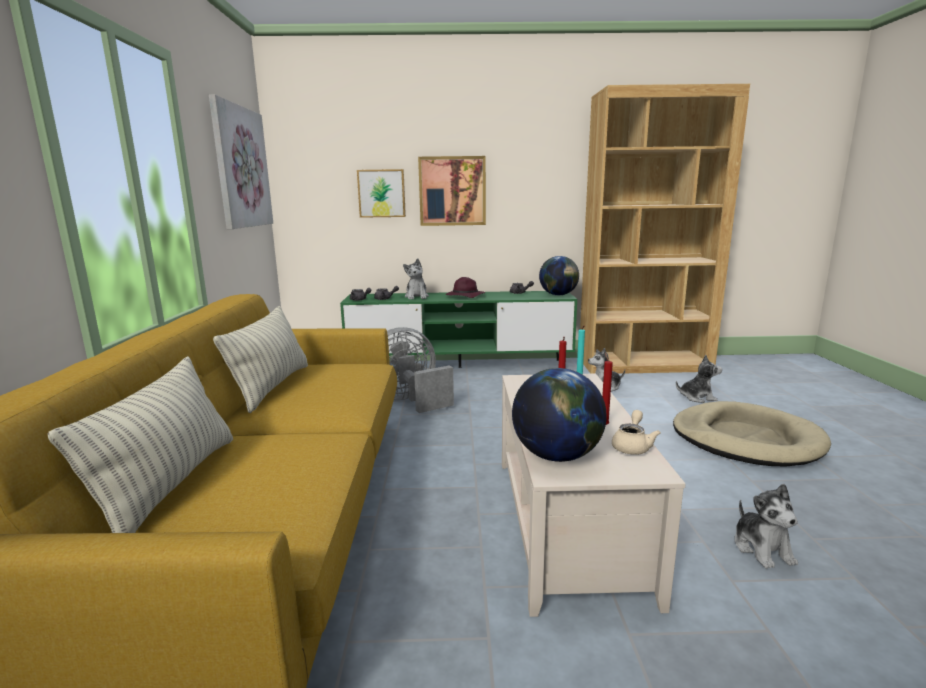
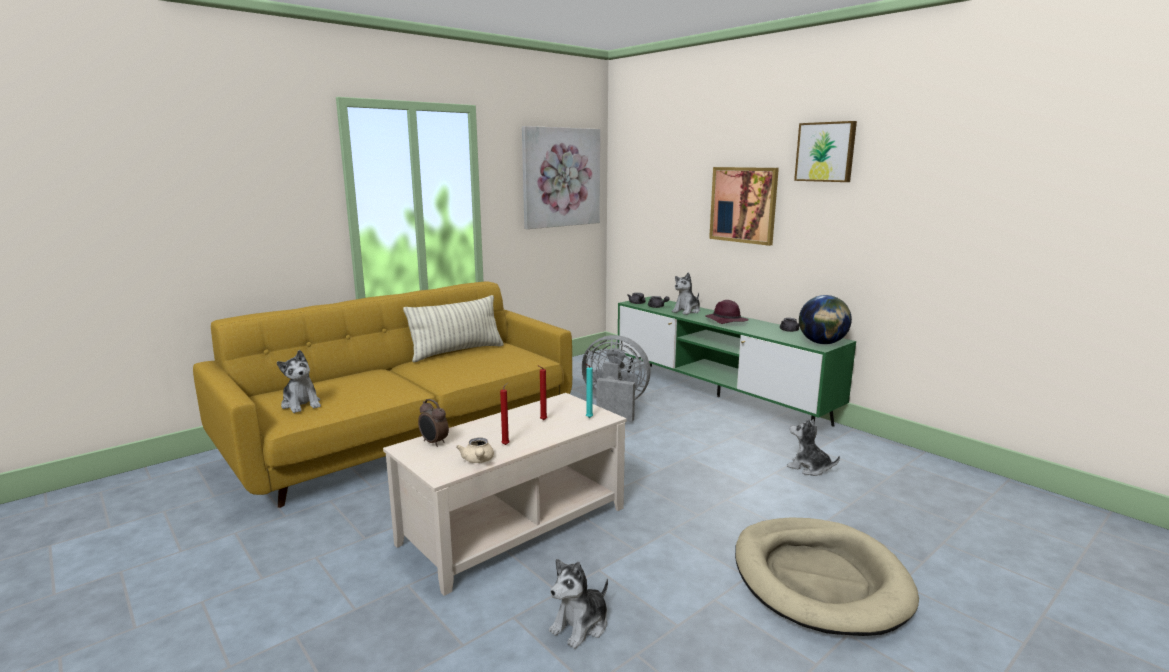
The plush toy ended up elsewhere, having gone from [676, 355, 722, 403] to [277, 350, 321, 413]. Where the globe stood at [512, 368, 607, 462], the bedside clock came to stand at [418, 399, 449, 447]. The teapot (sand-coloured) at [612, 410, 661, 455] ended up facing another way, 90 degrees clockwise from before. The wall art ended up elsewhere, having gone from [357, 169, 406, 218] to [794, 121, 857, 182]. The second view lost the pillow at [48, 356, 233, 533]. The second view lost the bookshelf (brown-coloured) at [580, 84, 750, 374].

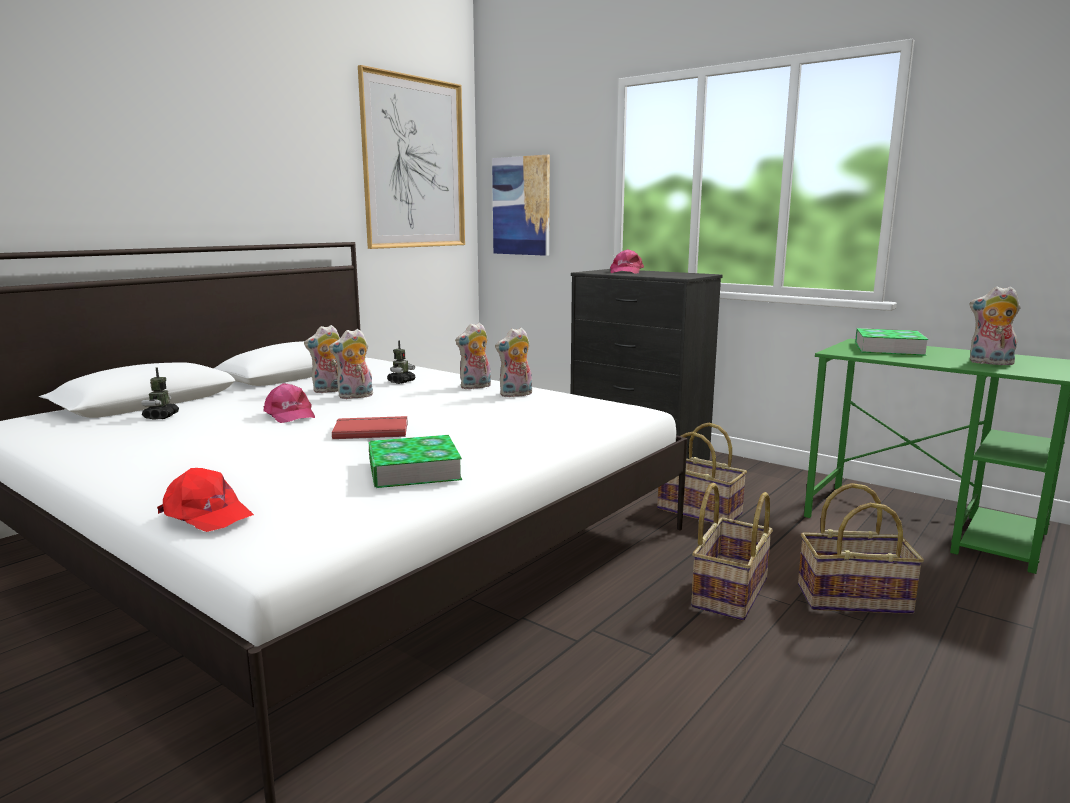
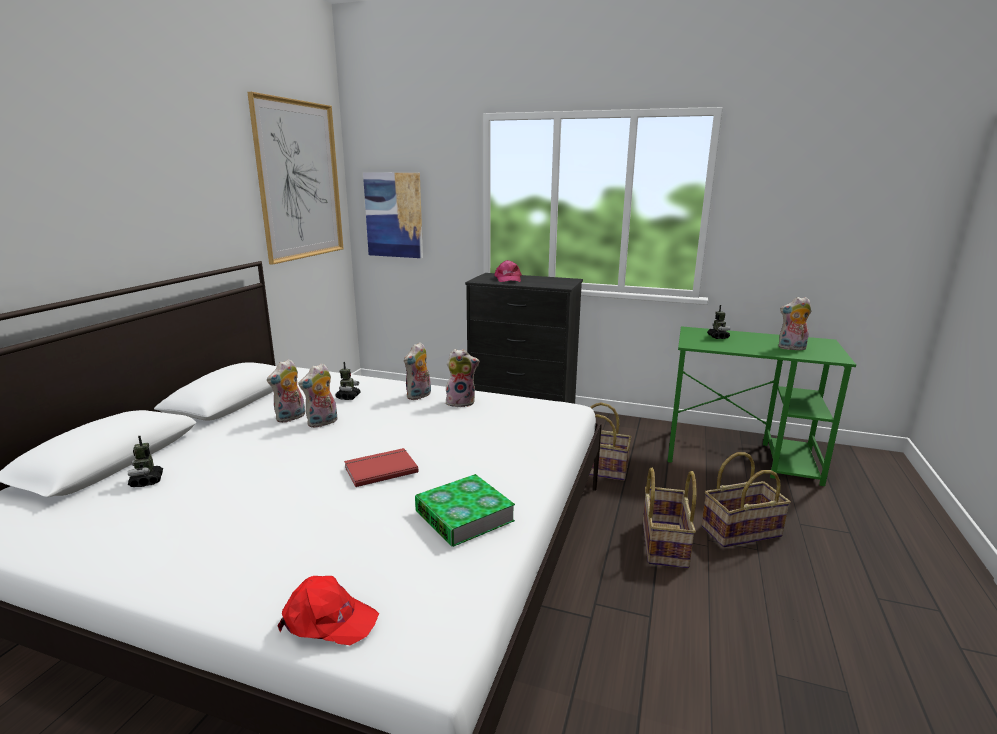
The plush toy at [495, 328, 532, 397] ended up facing another way, 135 degrees counterclockwise from before. Where the bound book stood at [855, 328, 929, 356], the model robot came to stand at [707, 305, 730, 339]. The second view lost the baseball cap (pink) at [263, 383, 315, 423].

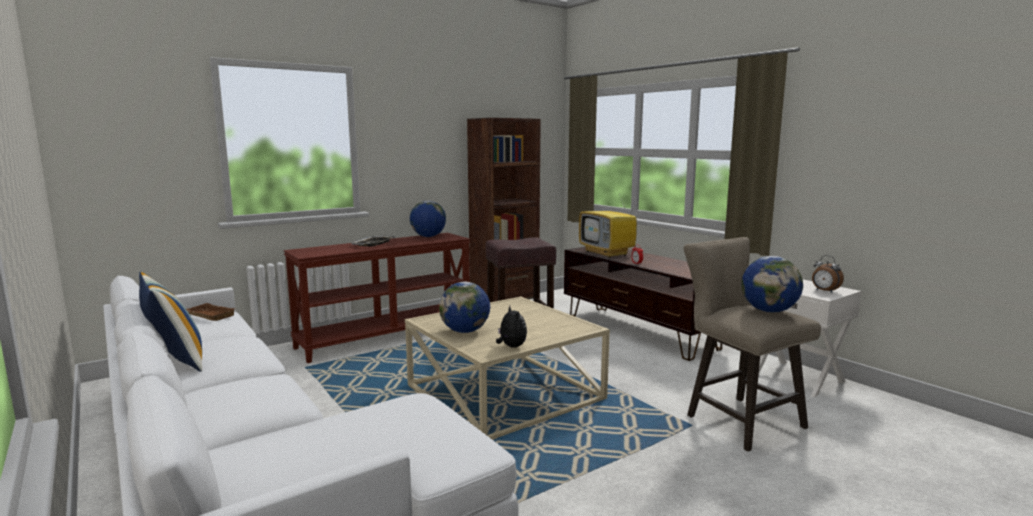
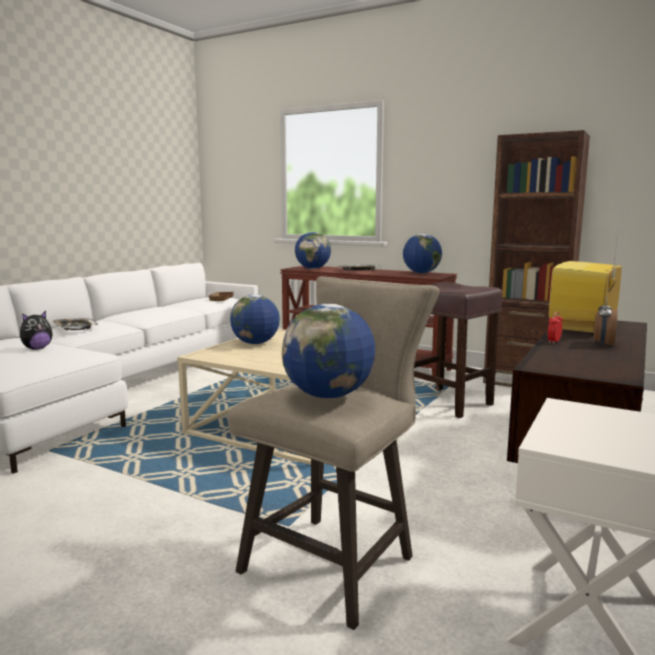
The plush toy ended up elsewhere, having gone from [496, 306, 527, 348] to [20, 311, 53, 349]. The second view gained the serving tray at [52, 318, 98, 330]. The second view gained the globe at [295, 232, 331, 269]. The bedside clock ended up elsewhere, having gone from [812, 255, 844, 292] to [593, 297, 618, 346]. The second view lost the pillow at [139, 272, 202, 372].

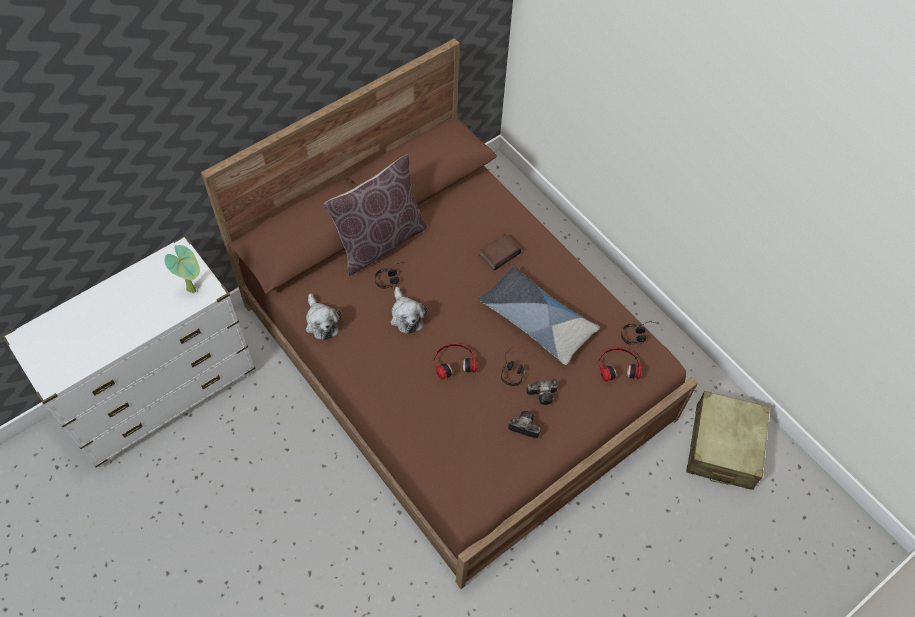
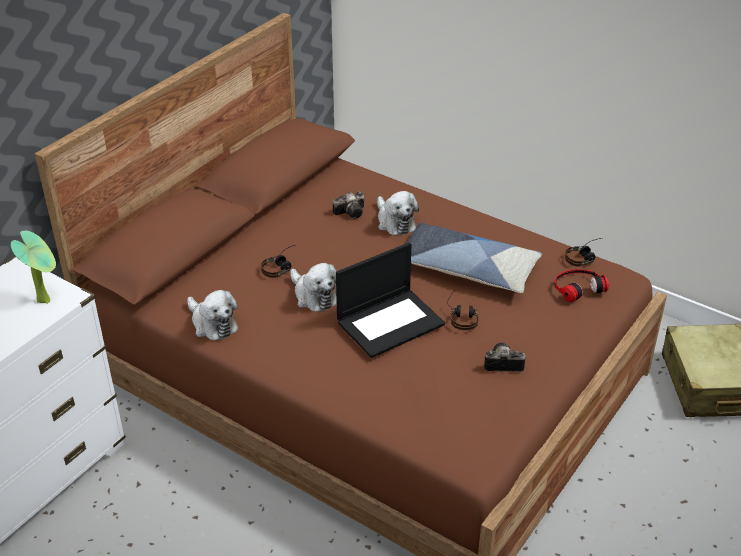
The photo camera ended up elsewhere, having gone from [526, 380, 558, 405] to [333, 191, 365, 218]. Where the headset stood at [434, 344, 477, 380], the notebook computer came to stand at [336, 242, 445, 358]. Where the bound book stood at [479, 233, 521, 271], the plush toy came to stand at [377, 191, 419, 236]. The second view lost the pillow (brown-coloured) at [324, 155, 428, 276].

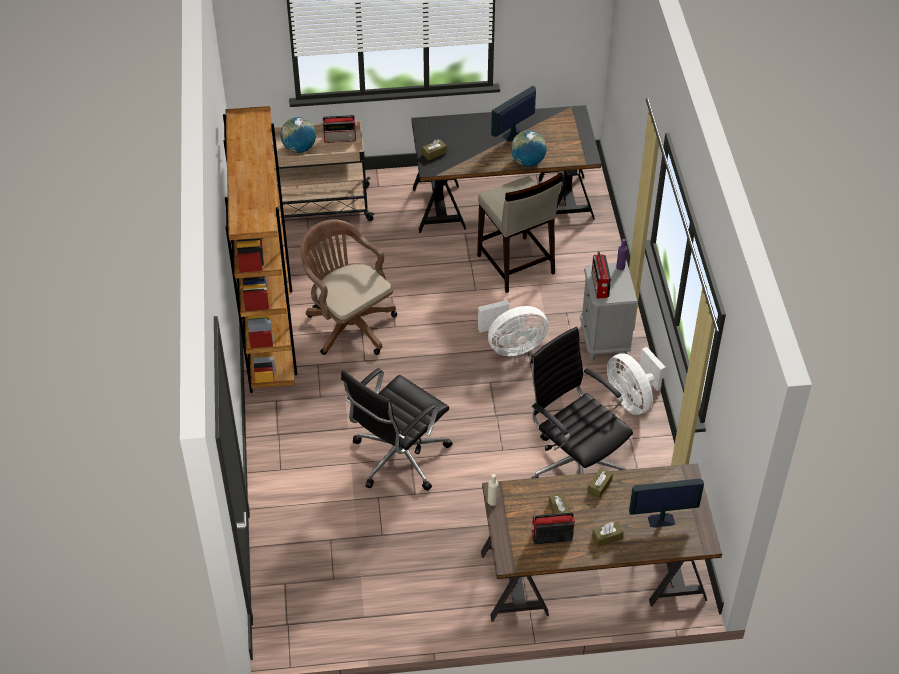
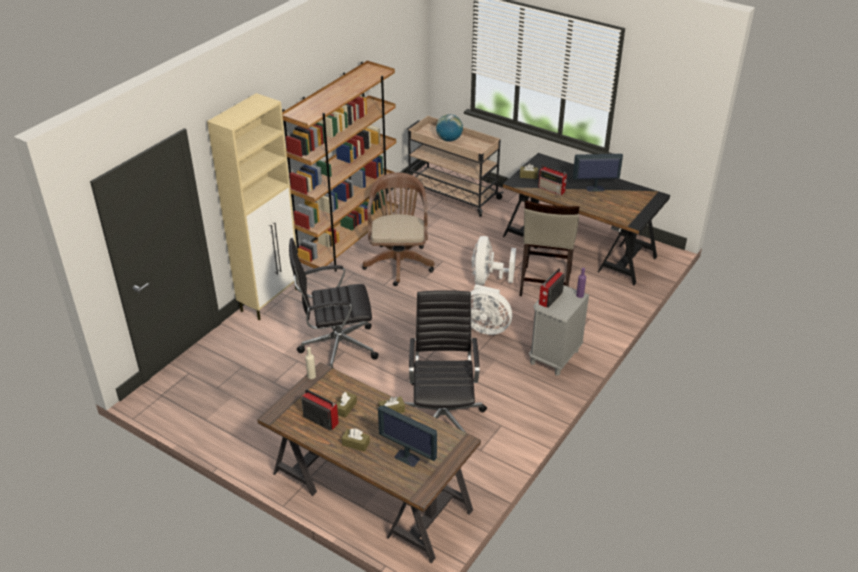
The second view gained the storage cabinet (sand-coloured) at [207, 93, 298, 320]. The cooling fan (white) ended up elsewhere, having gone from [607, 347, 666, 415] to [472, 236, 516, 285]. The radio ended up elsewhere, having gone from [323, 115, 357, 143] to [539, 164, 567, 195]. The second view lost the globe at [511, 130, 547, 167].

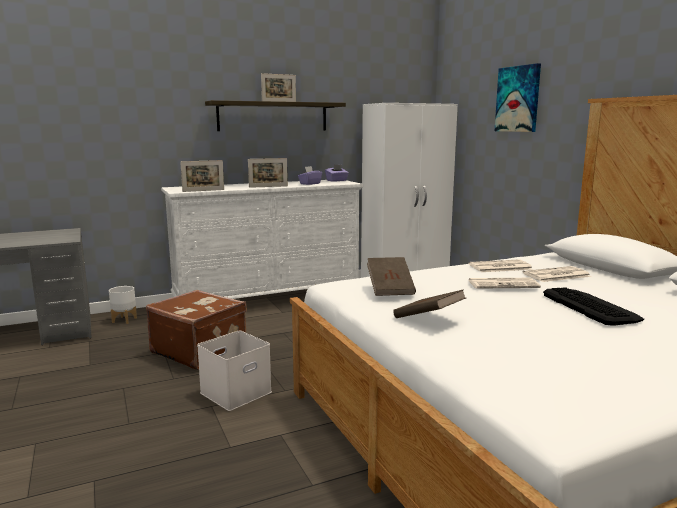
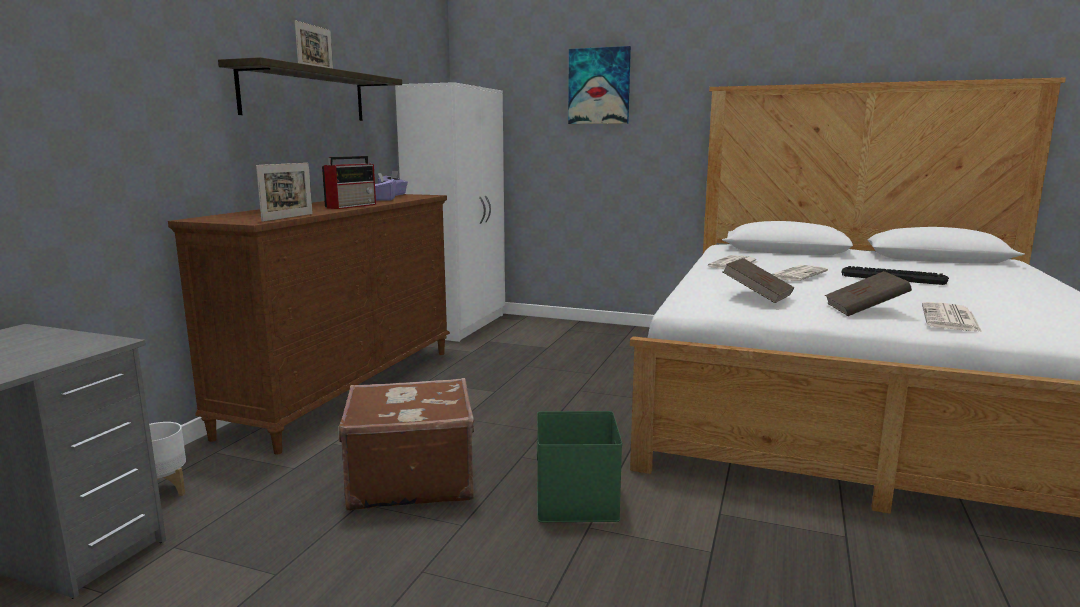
What was the dresser (white) at [161, 180, 363, 299] turned into the dresser (brown-coloured) at [168, 194, 450, 455]. Where the picture frame stood at [248, 158, 288, 188], the radio came to stand at [322, 156, 376, 209]. What was the storage bin (white) at [197, 330, 272, 411] turned into the storage bin (green-coloured) at [537, 411, 622, 522]. The printed paper ended up elsewhere, having gone from [523, 266, 591, 282] to [922, 302, 982, 332].

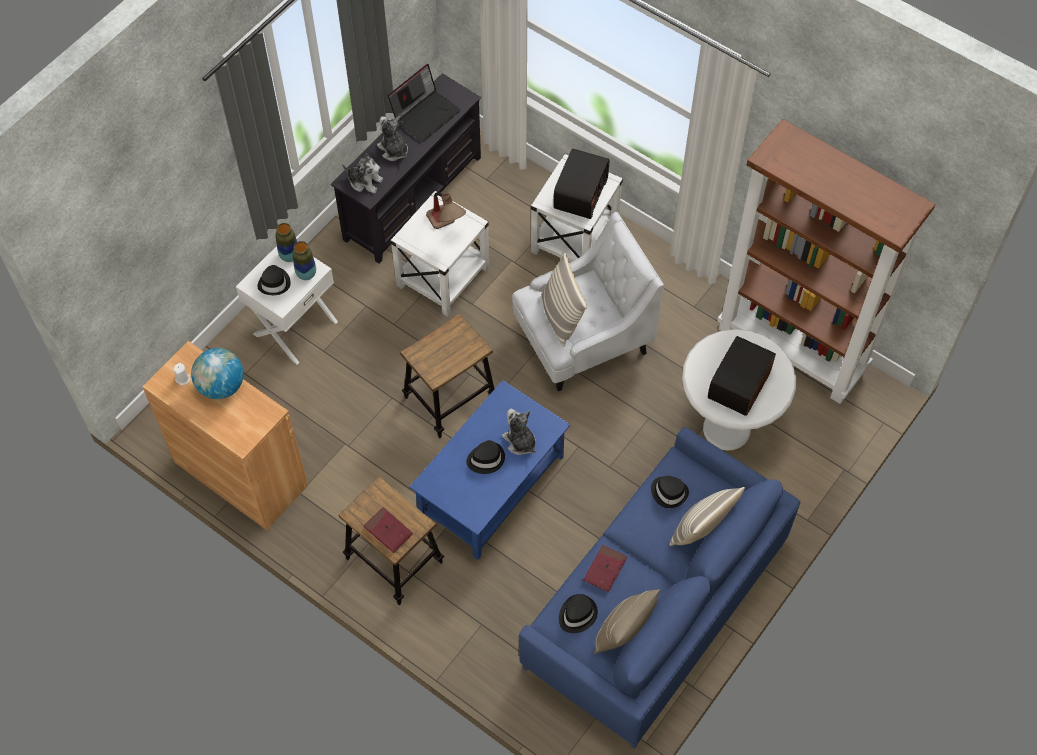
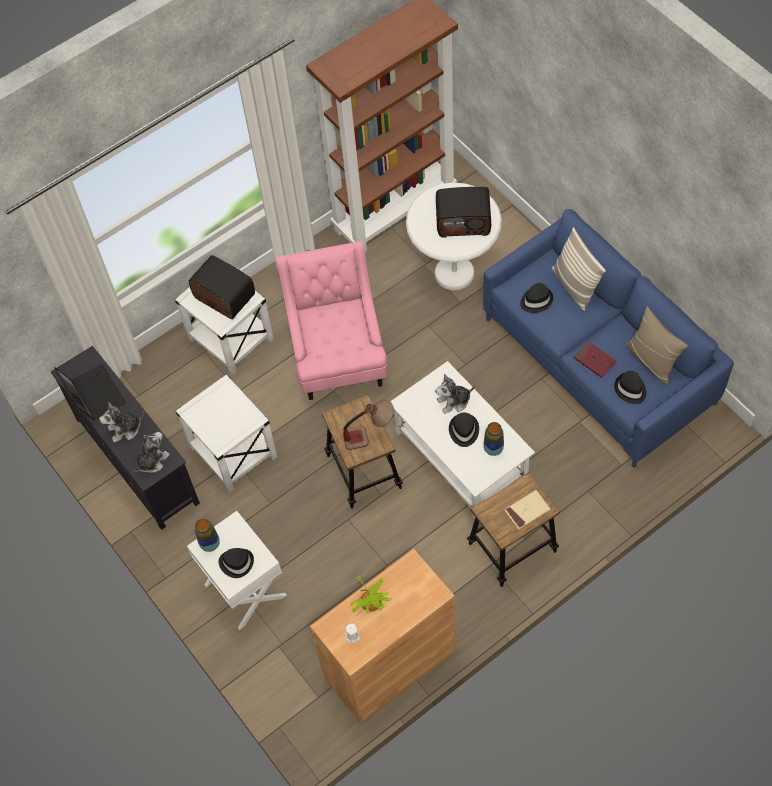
What was the easy chair (white) at [512, 212, 664, 391] turned into the easy chair (pink) at [276, 241, 387, 400]. The table lamp ended up elsewhere, having gone from [426, 192, 466, 229] to [343, 399, 394, 450]. Where the globe stood at [191, 348, 244, 399], the potted plant came to stand at [350, 571, 391, 614]. What was the lounge table (bluish) at [409, 380, 570, 560] turned into the lounge table (white) at [390, 361, 535, 519]. The radio at [708, 336, 776, 416] ended up facing another way, 45 degrees counterclockwise from before. The decorative vase ended up elsewhere, having gone from [292, 241, 316, 280] to [484, 422, 504, 456]. What was the bound book (reddish) at [364, 507, 413, 553] turned into the bound book (sand-coloured) at [505, 490, 551, 530]. The second view lost the pillow at [541, 253, 587, 346].

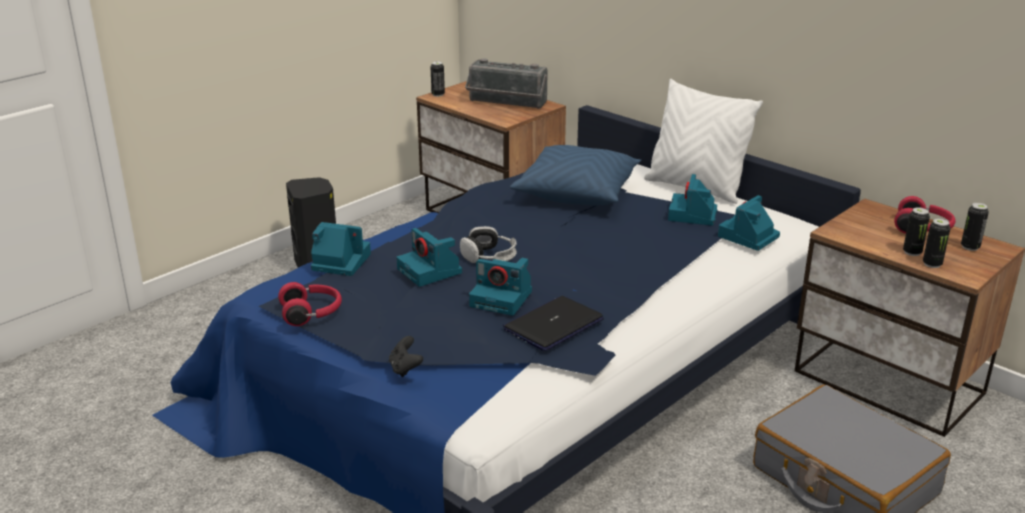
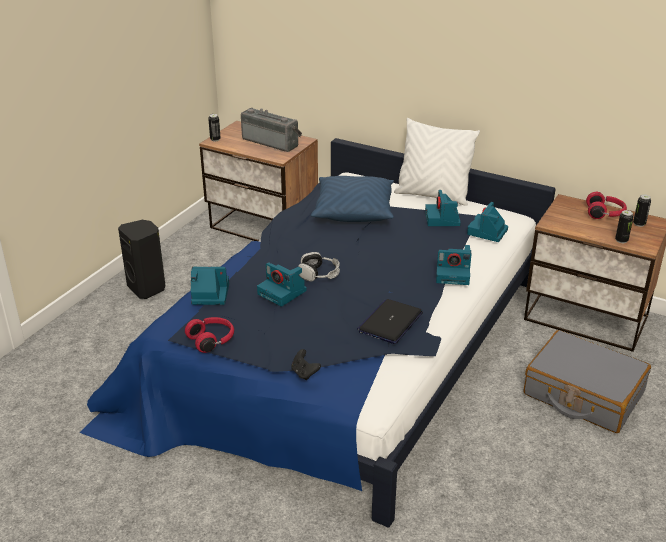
The radio at [465, 59, 548, 109] ended up facing another way, 150 degrees counterclockwise from before. The photo camera ended up elsewhere, having gone from [469, 258, 532, 316] to [436, 245, 472, 285]. The second view lost the sealed can at [903, 207, 930, 256].

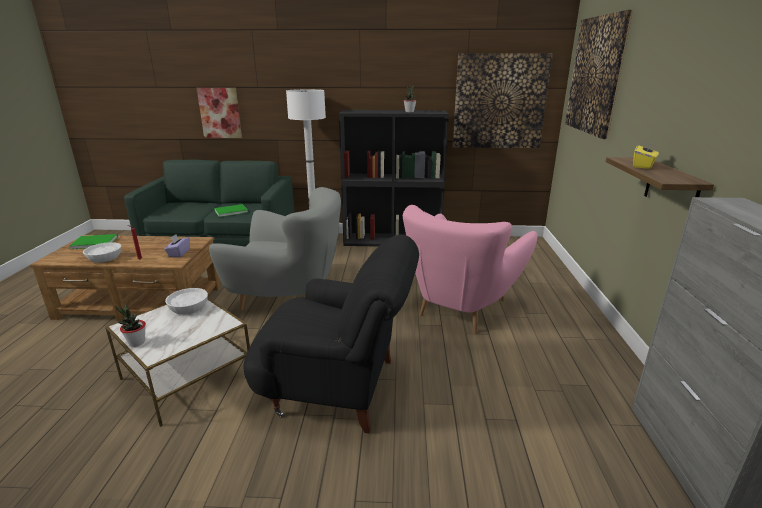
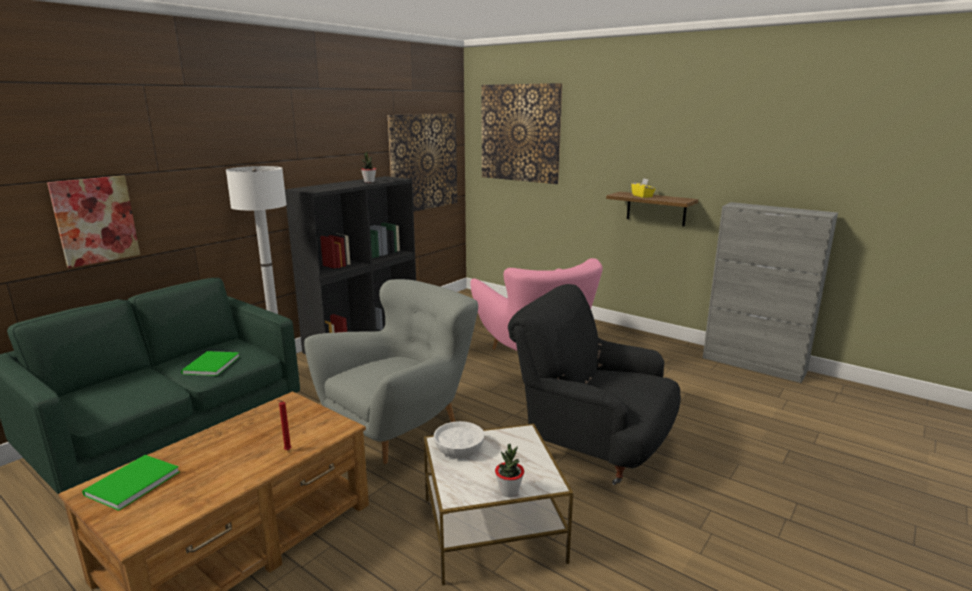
The easy chair (black-coloured) at [243, 235, 419, 434] ended up facing another way, 105 degrees counterclockwise from before. The second view lost the deep dish (white) at [83, 242, 121, 263]. The second view lost the tissue holder (purple) at [164, 234, 190, 257].

